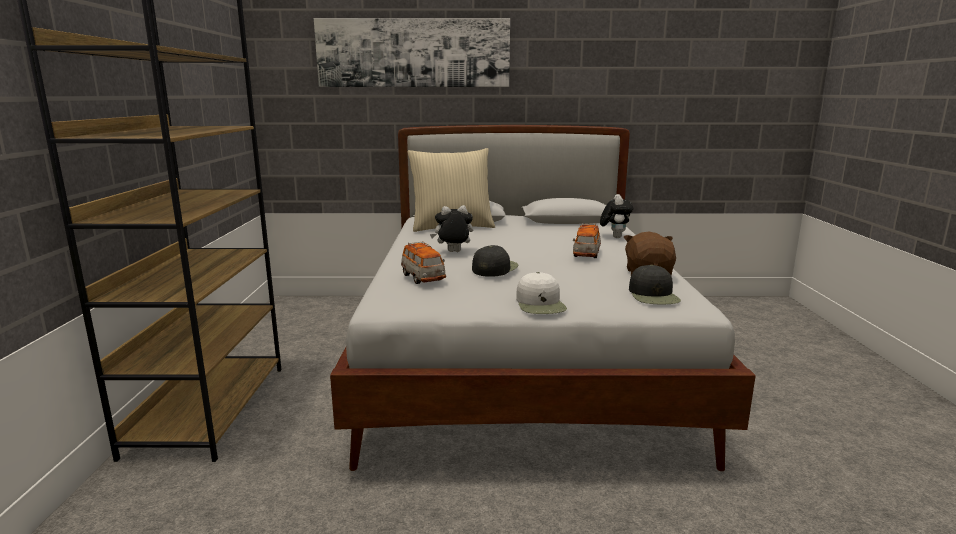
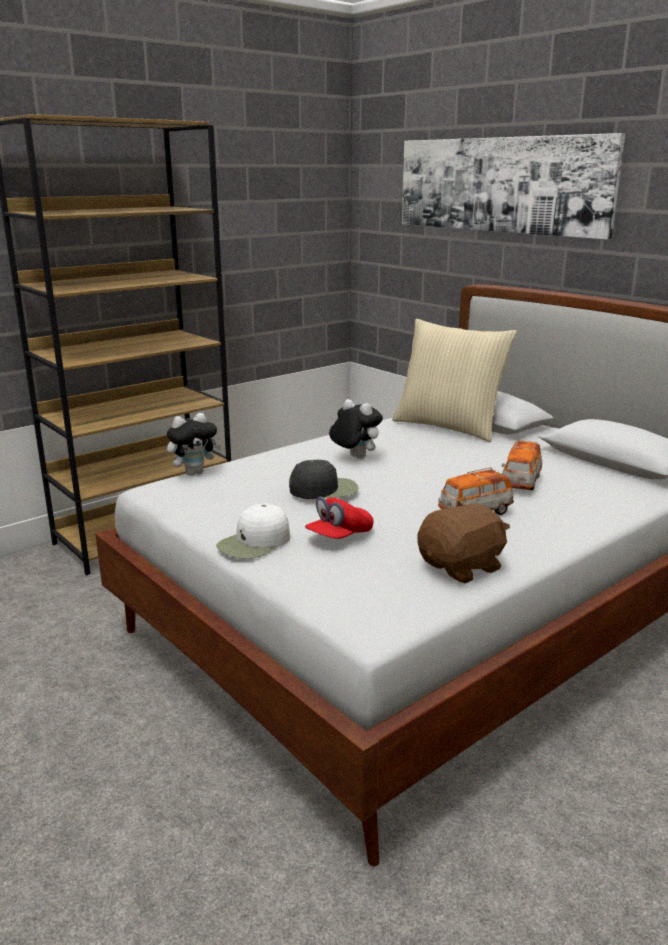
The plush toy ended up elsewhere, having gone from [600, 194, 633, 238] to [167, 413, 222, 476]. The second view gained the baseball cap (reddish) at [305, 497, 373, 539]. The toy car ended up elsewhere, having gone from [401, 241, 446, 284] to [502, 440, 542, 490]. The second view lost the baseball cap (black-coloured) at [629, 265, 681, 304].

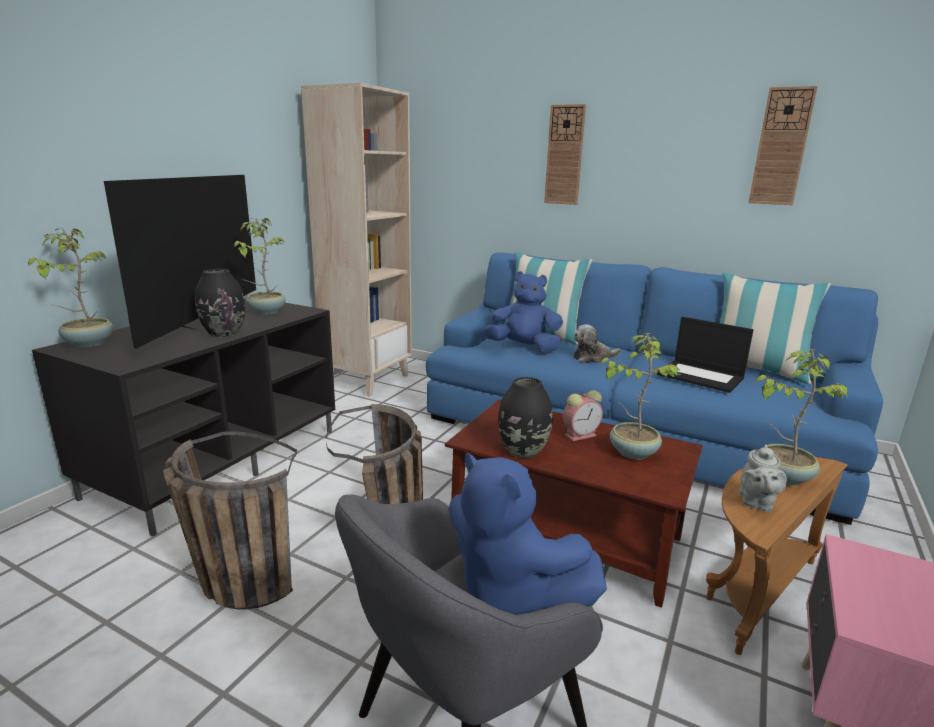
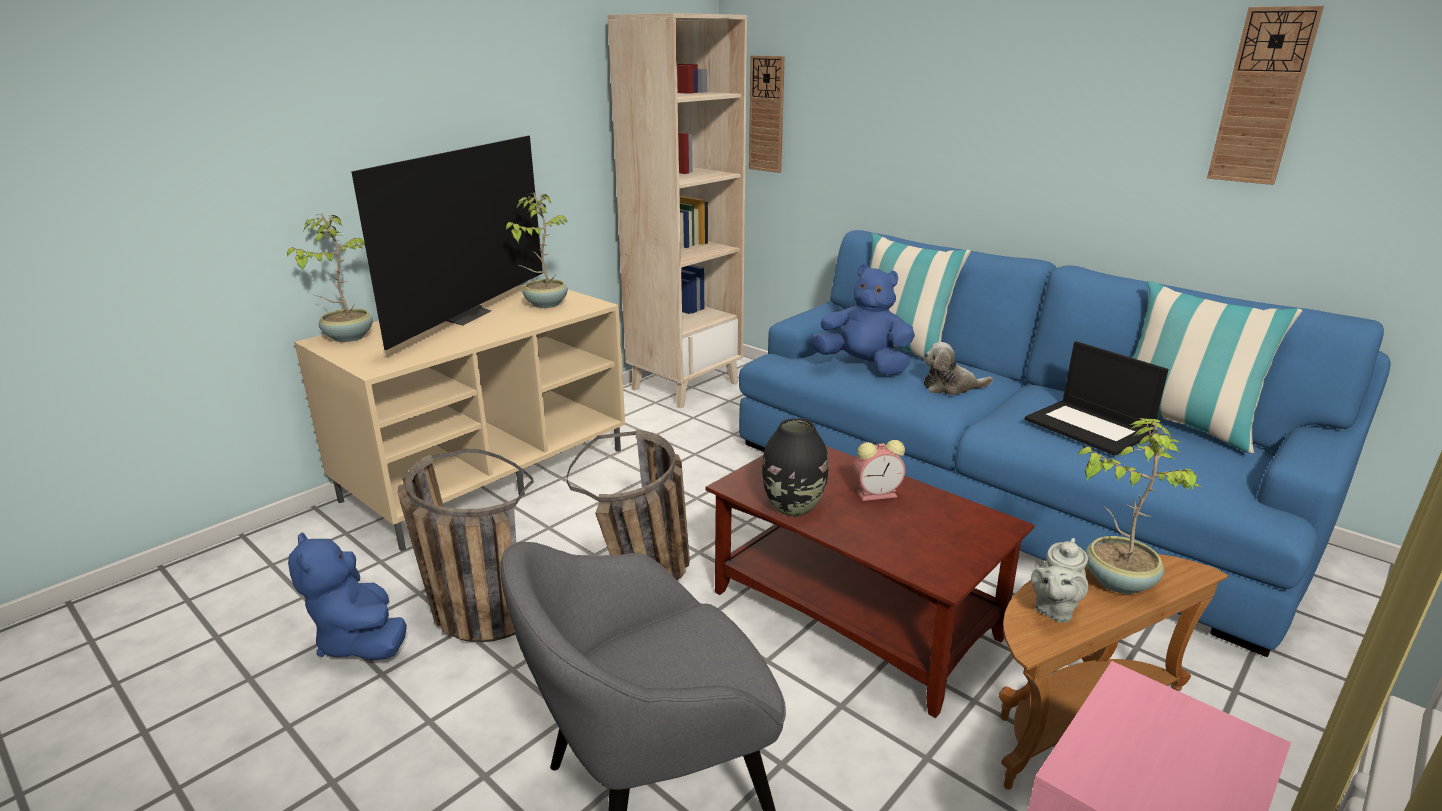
The plush toy (bluish) ended up elsewhere, having gone from [449, 452, 607, 615] to [288, 532, 407, 660]. What was the tv stand (black-coloured) at [32, 298, 335, 537] turned into the tv stand (sand-coloured) at [294, 284, 625, 551]. The hanging clock ended up elsewhere, having gone from [544, 104, 586, 205] to [749, 55, 785, 173]. The second view lost the decorative vase (black-coloured) at [195, 269, 245, 337]. The second view lost the potted plant at [599, 333, 680, 460].

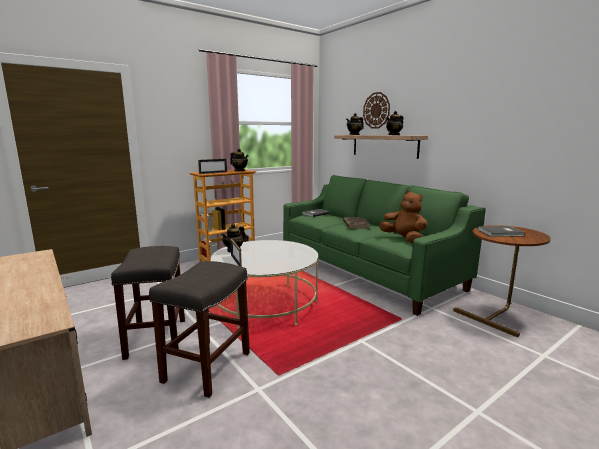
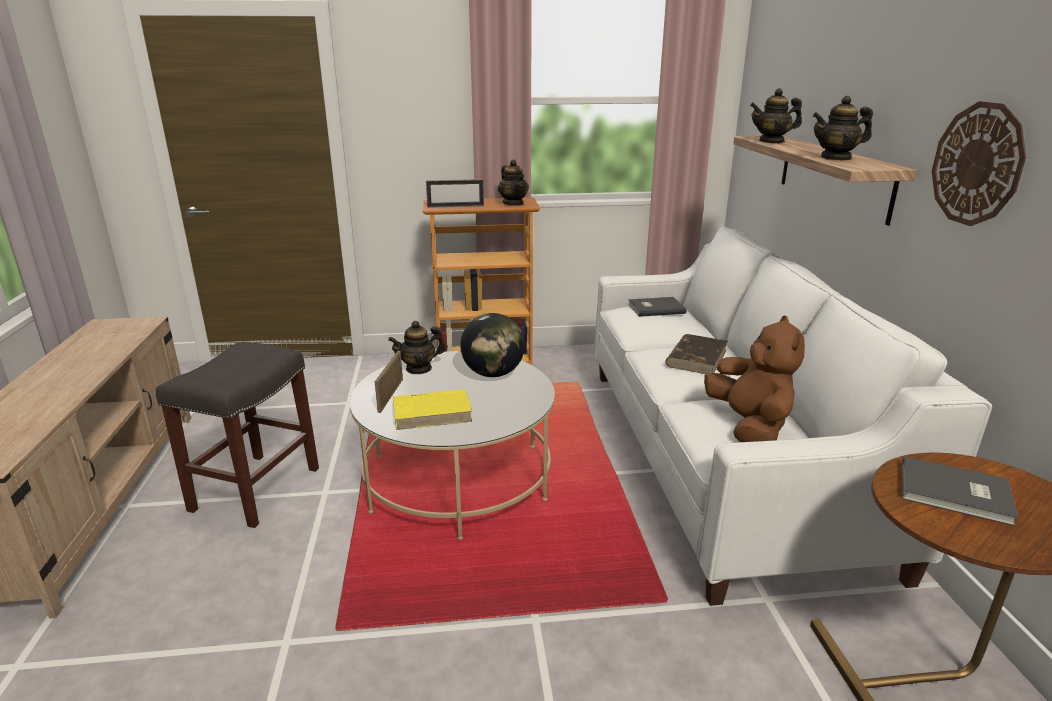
The second view gained the bound book (yellowish) at [393, 389, 472, 430]. The second view gained the globe at [460, 313, 525, 377]. What was the couch (green-coloured) at [283, 175, 486, 316] turned into the couch (white) at [594, 226, 992, 606]. The hanging clock ended up elsewhere, having gone from [363, 92, 390, 129] to [932, 101, 1026, 226]. The second view lost the sitting stool (greyish) at [149, 261, 250, 398].

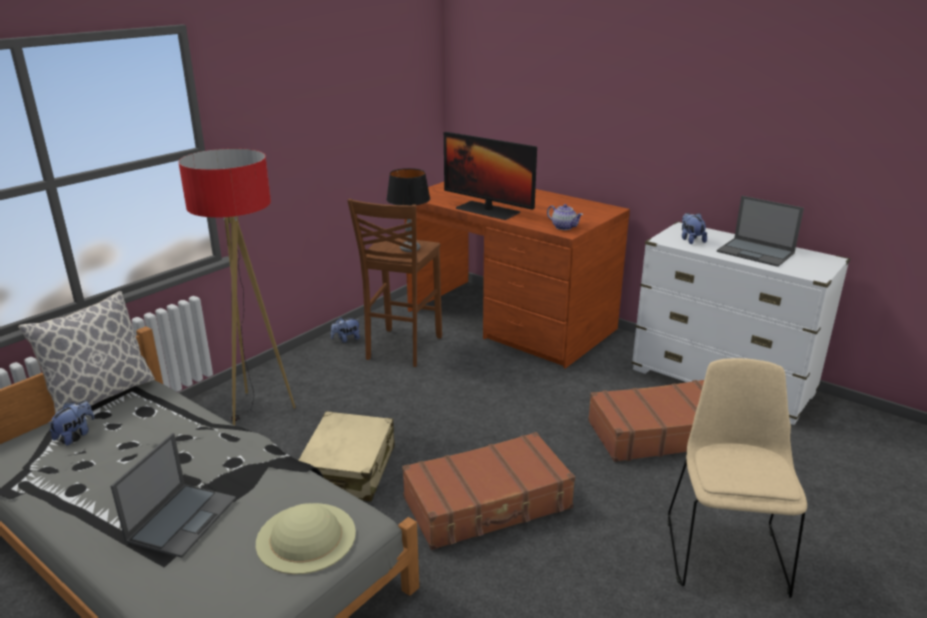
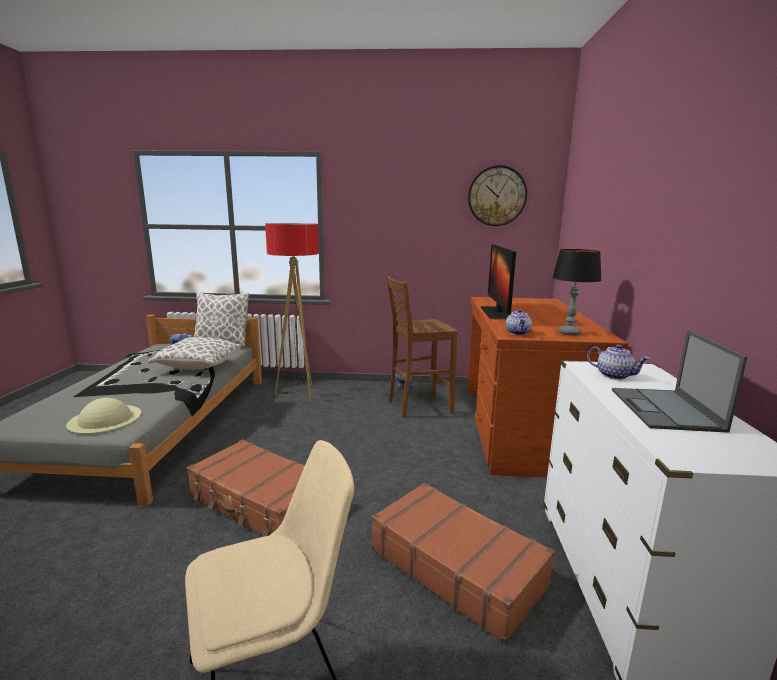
The second view gained the pillow at [148, 337, 241, 370]. The second view gained the hanging clock at [468, 165, 527, 226]. The table lamp ended up elsewhere, having gone from [386, 168, 430, 252] to [552, 249, 602, 335]. Where the plush toy stood at [682, 213, 707, 244], the teapot came to stand at [587, 344, 650, 380]. The second view lost the notebook computer at [111, 433, 236, 558]. The second view lost the piece of luggage (sand-coloured) at [298, 411, 395, 501].

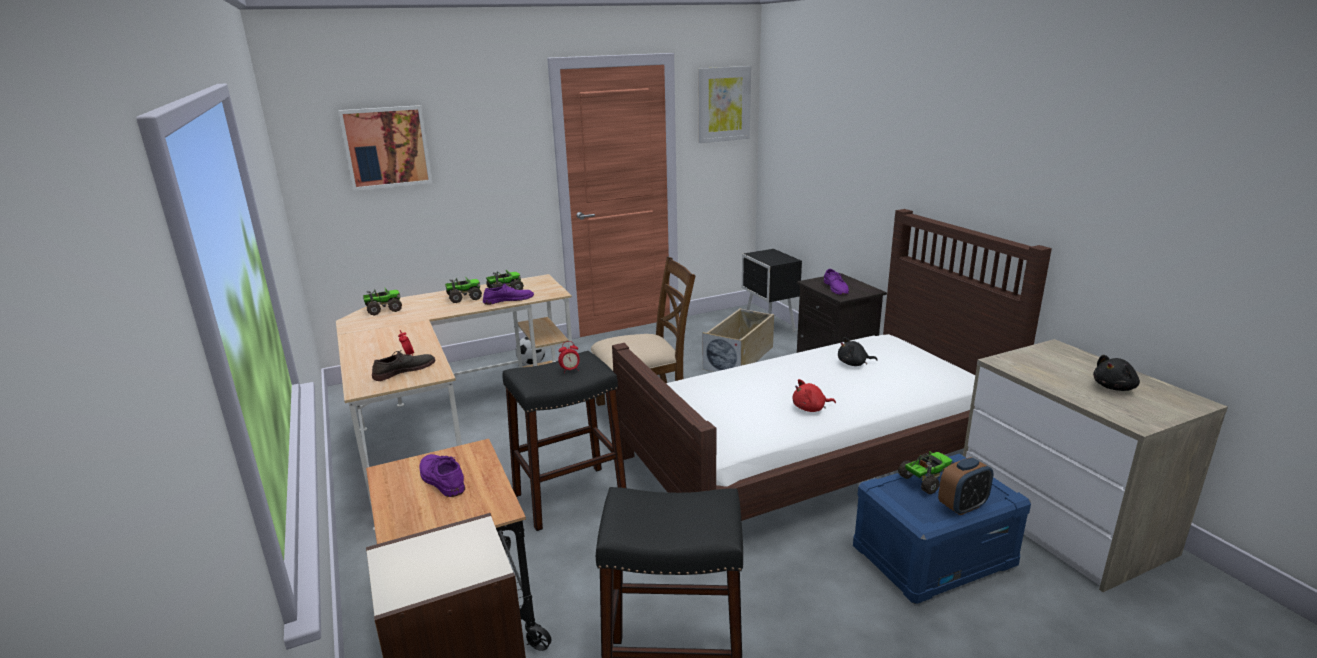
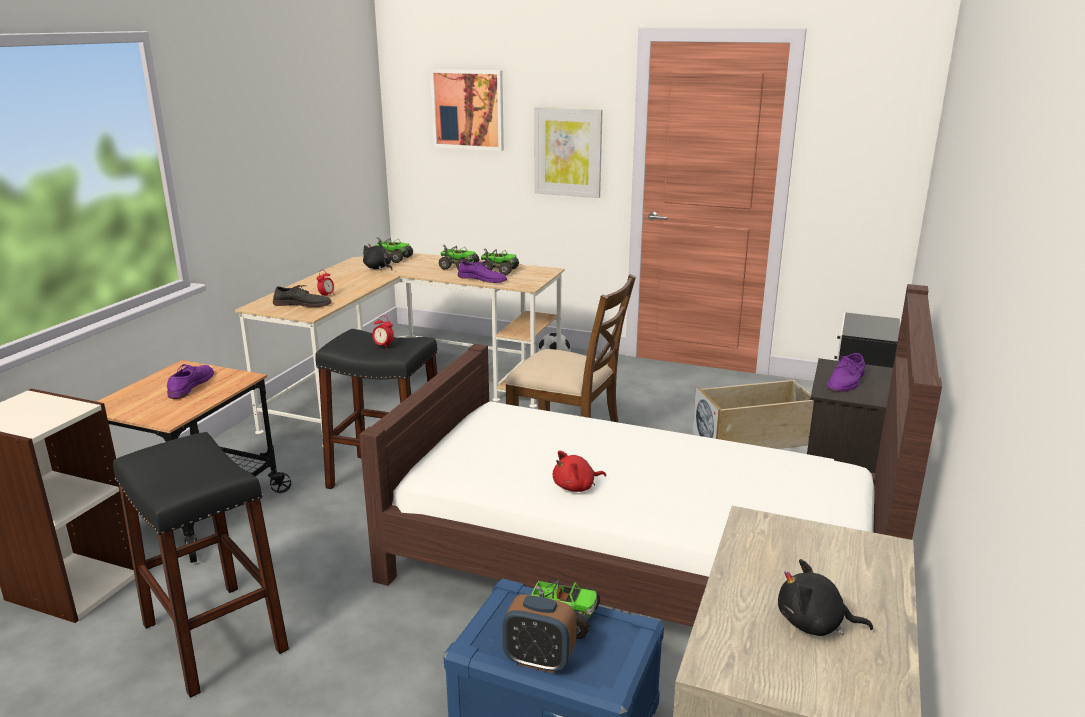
The plush toy (black-coloured) ended up elsewhere, having gone from [838, 337, 878, 366] to [363, 242, 392, 270]. The wall art ended up elsewhere, having gone from [698, 66, 751, 143] to [534, 107, 602, 198]. The plush toy (reddish) at [792, 379, 836, 412] ended up facing another way, 60 degrees counterclockwise from before.

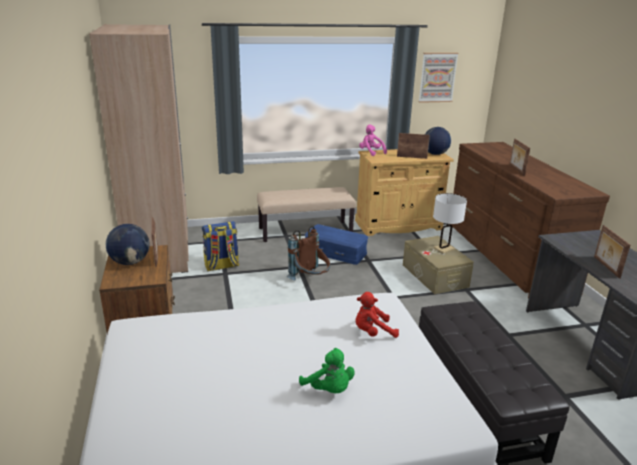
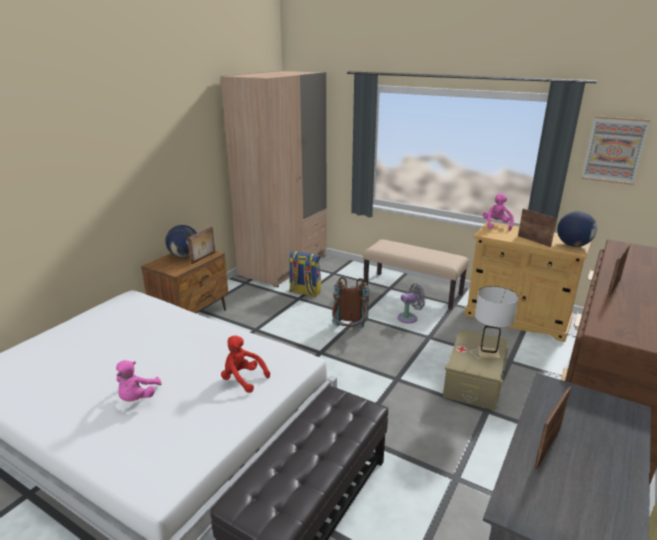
What was the plush toy (green-coloured) at [299, 348, 355, 393] turned into the plush toy (pink) at [116, 360, 162, 402]. Where the storage bin (bluish) stood at [305, 224, 368, 265], the cooling fan (greyish) came to stand at [398, 284, 426, 324].

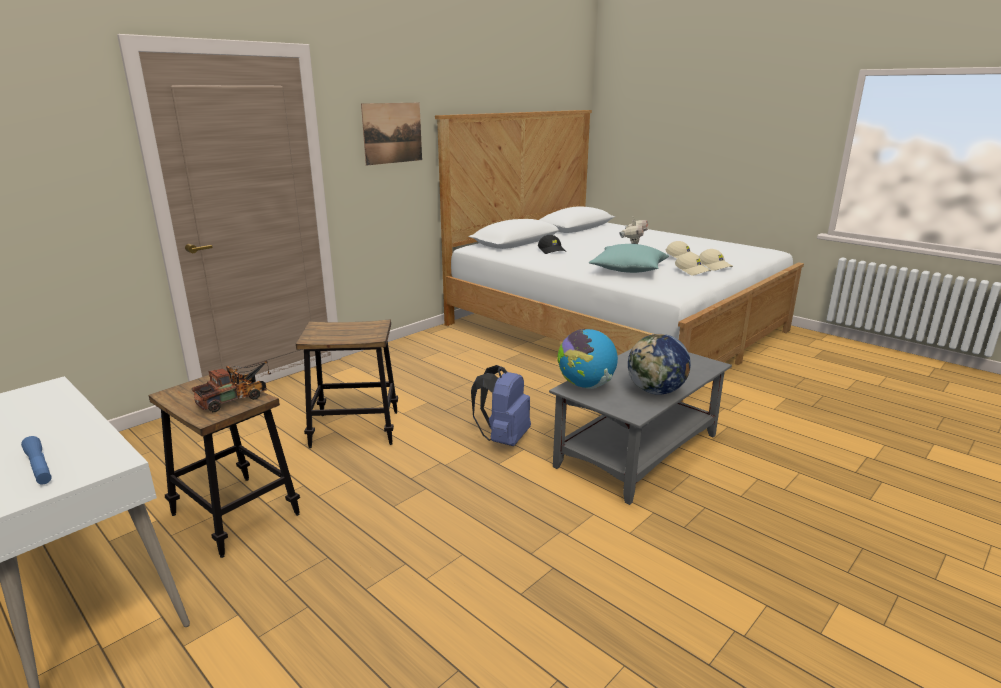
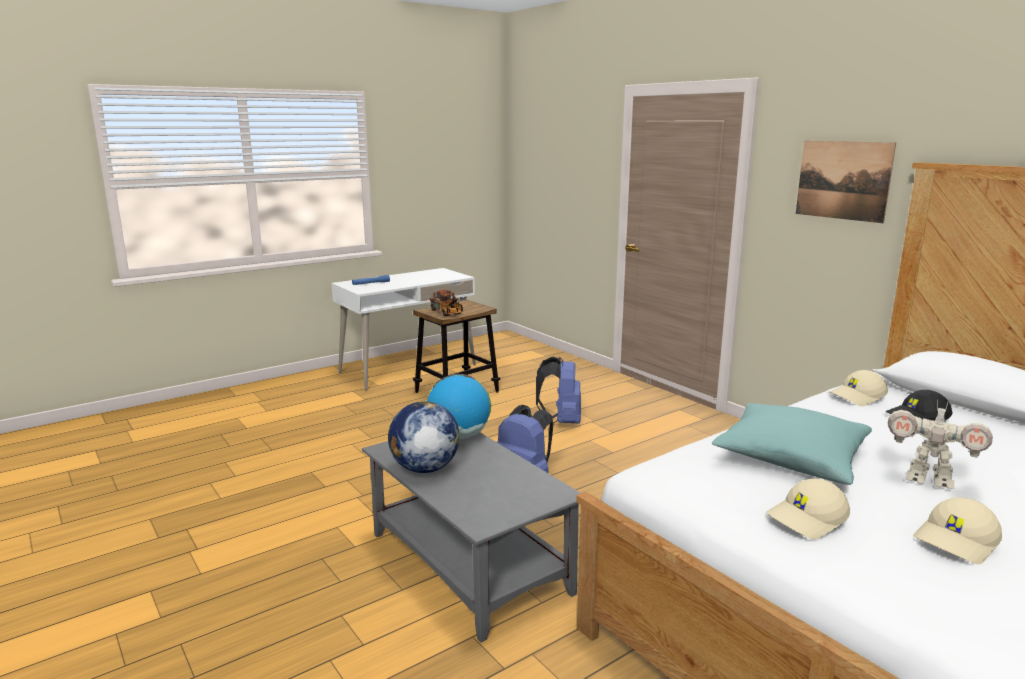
Where the sitting stool stood at [296, 319, 398, 448], the knapsack (bluish) came to stand at [536, 357, 581, 423]. The baseball cap (sand-coloured) ended up elsewhere, having gone from [699, 249, 733, 271] to [829, 370, 888, 406].

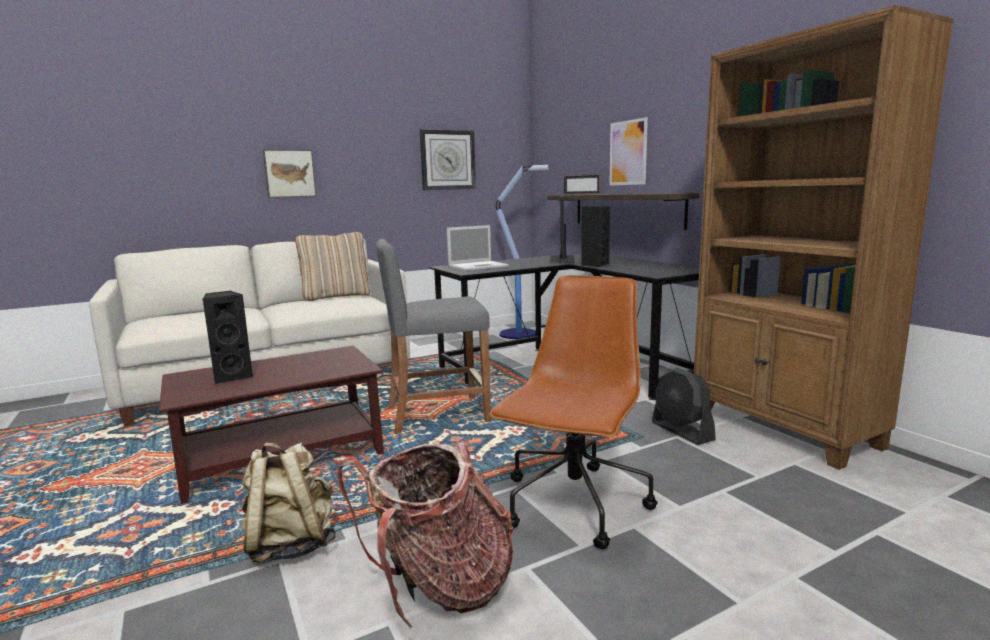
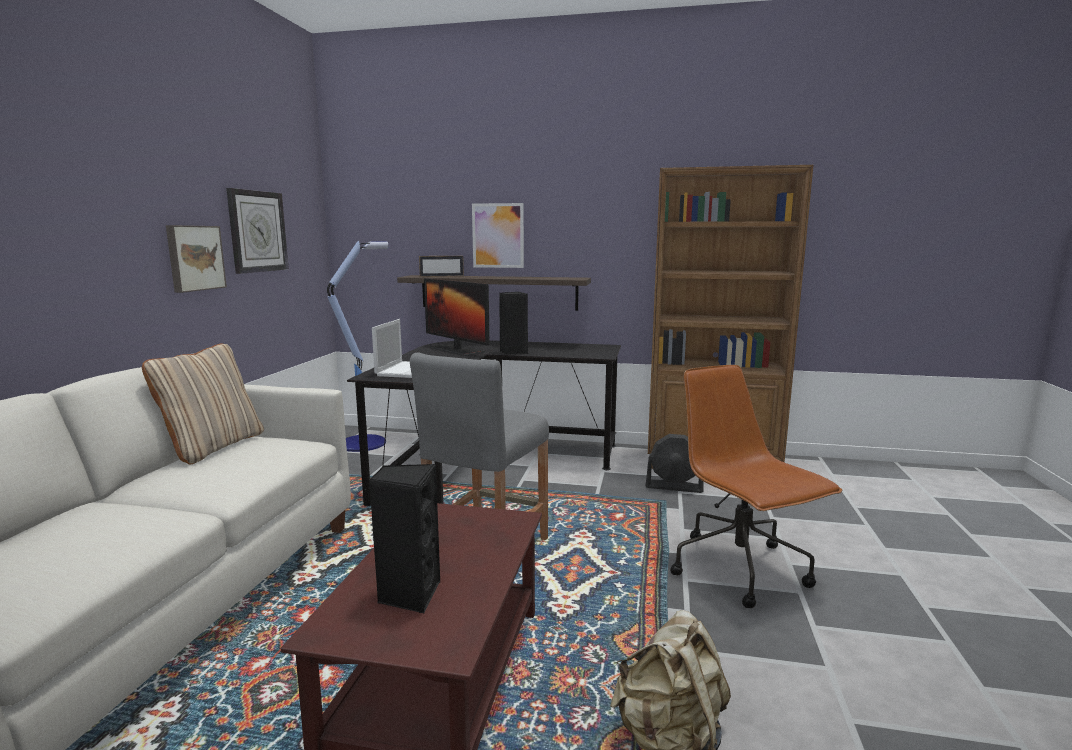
The wall art ended up elsewhere, having gone from [263, 150, 316, 198] to [166, 225, 227, 293]. The second view lost the knapsack at [338, 440, 514, 628].

